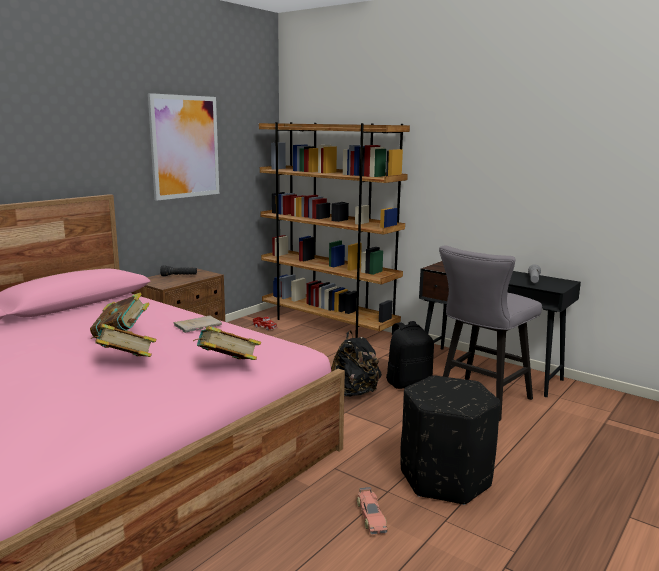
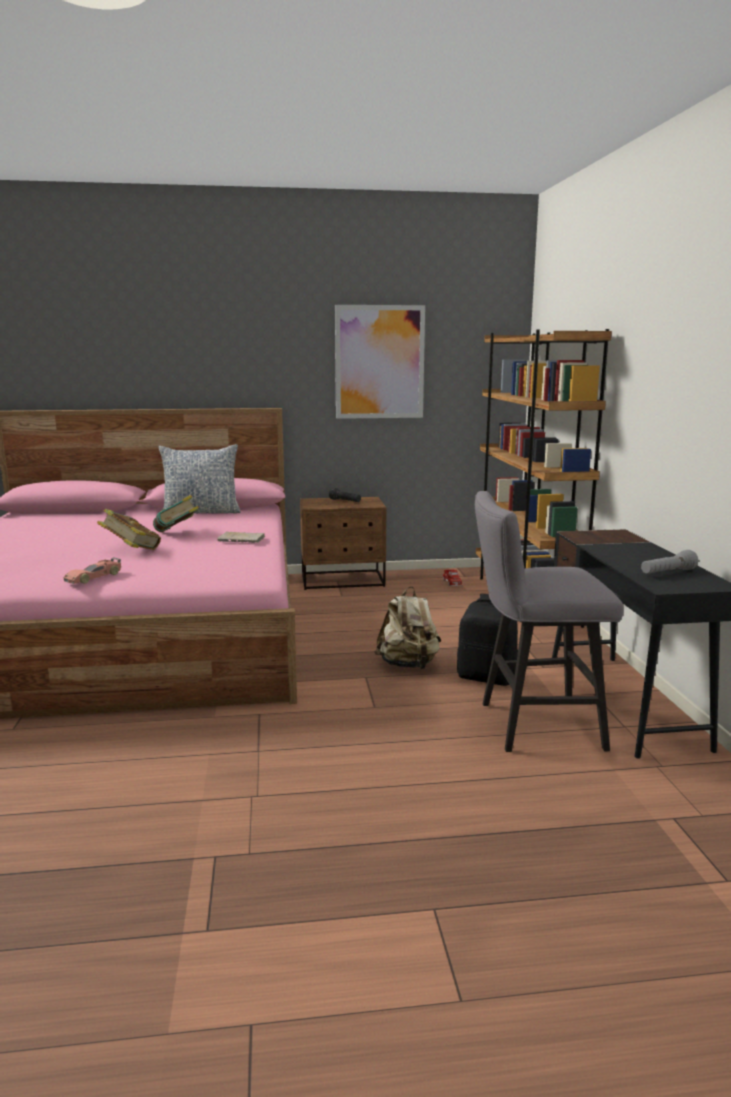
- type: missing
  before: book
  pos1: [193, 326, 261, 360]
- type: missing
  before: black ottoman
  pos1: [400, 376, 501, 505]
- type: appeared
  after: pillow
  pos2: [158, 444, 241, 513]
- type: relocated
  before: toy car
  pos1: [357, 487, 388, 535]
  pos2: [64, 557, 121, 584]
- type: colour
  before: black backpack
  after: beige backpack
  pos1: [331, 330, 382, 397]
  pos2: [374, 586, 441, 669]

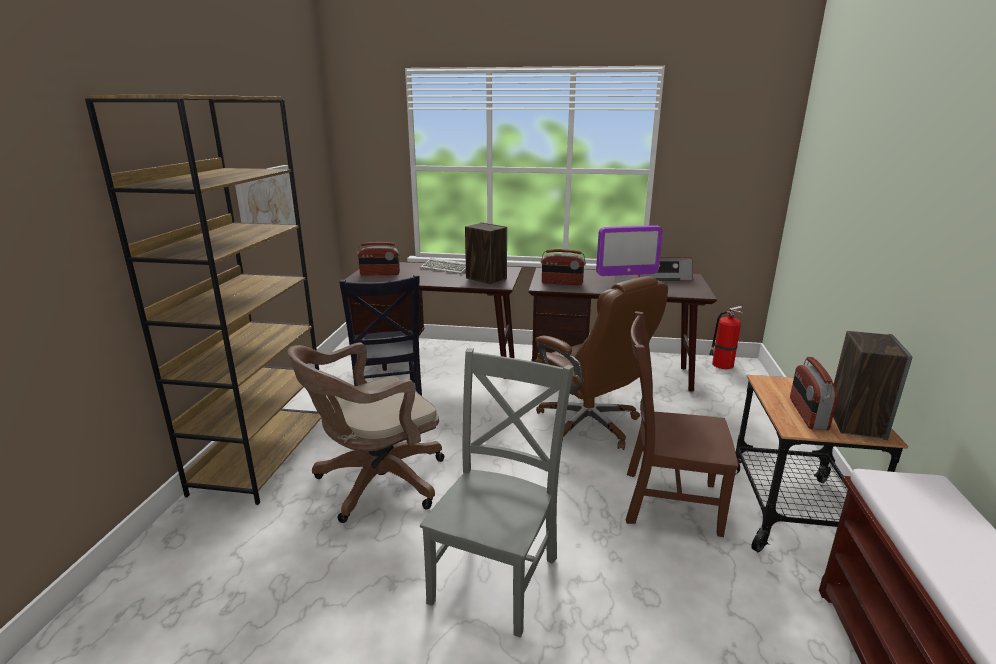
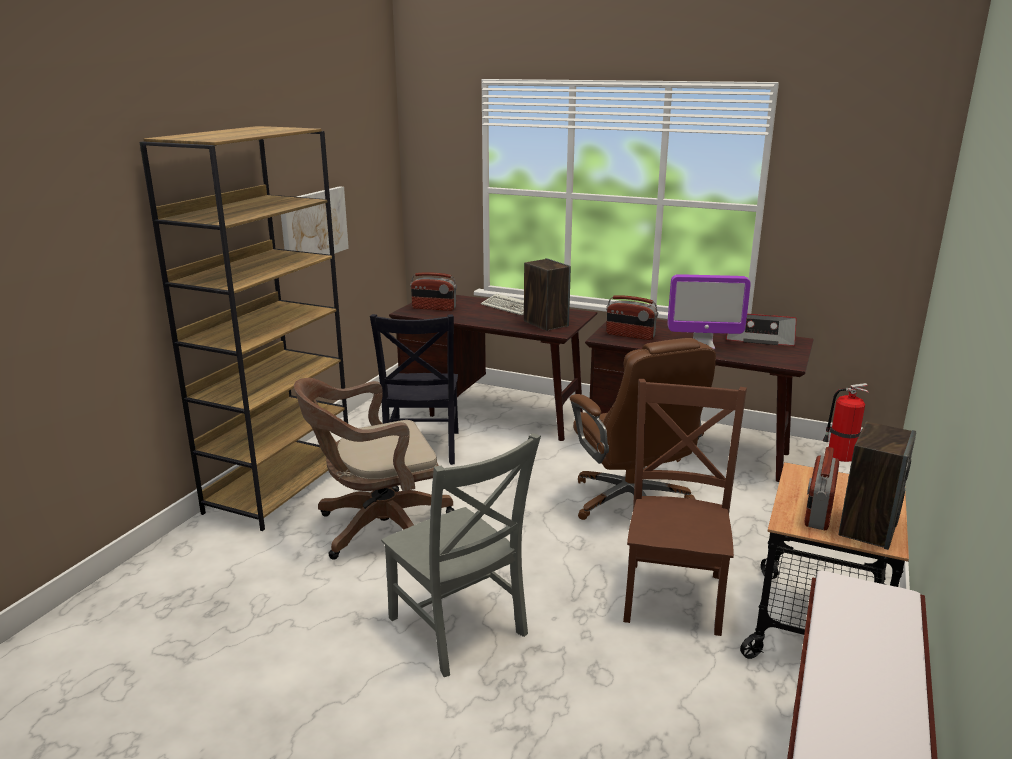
- type: spun
  before: grey chair
  pos1: [420, 348, 574, 638]
  pos2: [381, 433, 541, 677]
  turn: 105
- type: spun
  before: brown chair
  pos1: [626, 311, 738, 537]
  pos2: [623, 379, 747, 636]
  turn: 75

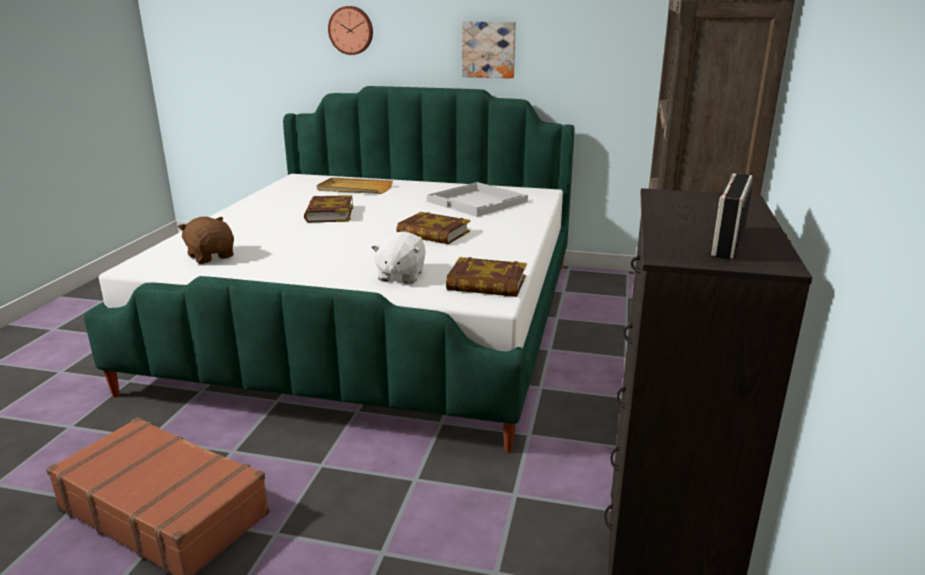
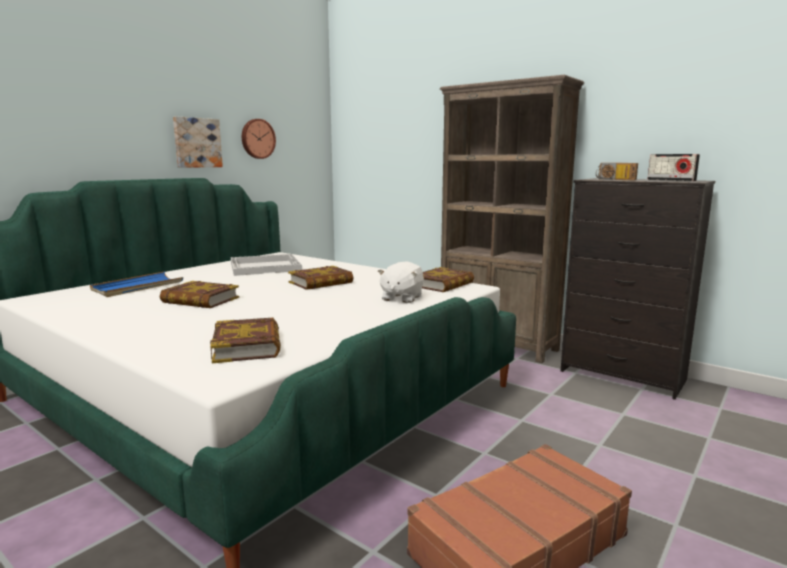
- type: appeared
  after: radio
  pos2: [596, 163, 638, 180]
- type: relocated
  before: wall clock
  pos1: [328, 6, 373, 55]
  pos2: [242, 119, 276, 159]
- type: exchanged
  before: brown plush toy
  after: book
  pos1: [178, 217, 234, 264]
  pos2: [210, 318, 281, 363]
- type: colour
  before: beige tray
  after: blue tray
  pos1: [317, 177, 393, 194]
  pos2: [90, 271, 183, 297]
- type: spun
  before: white plush toy
  pos1: [371, 231, 426, 284]
  pos2: [378, 261, 424, 303]
  turn: 75

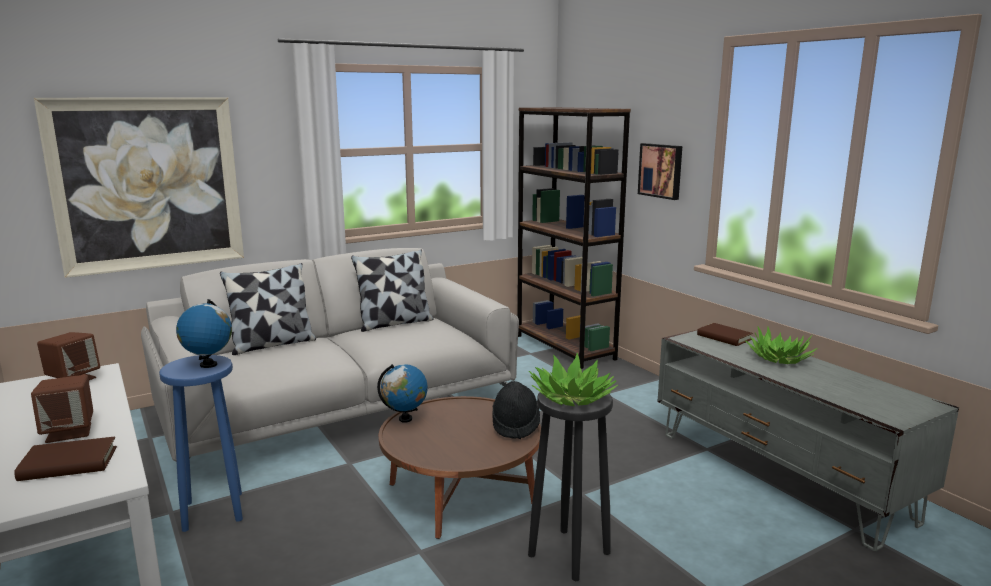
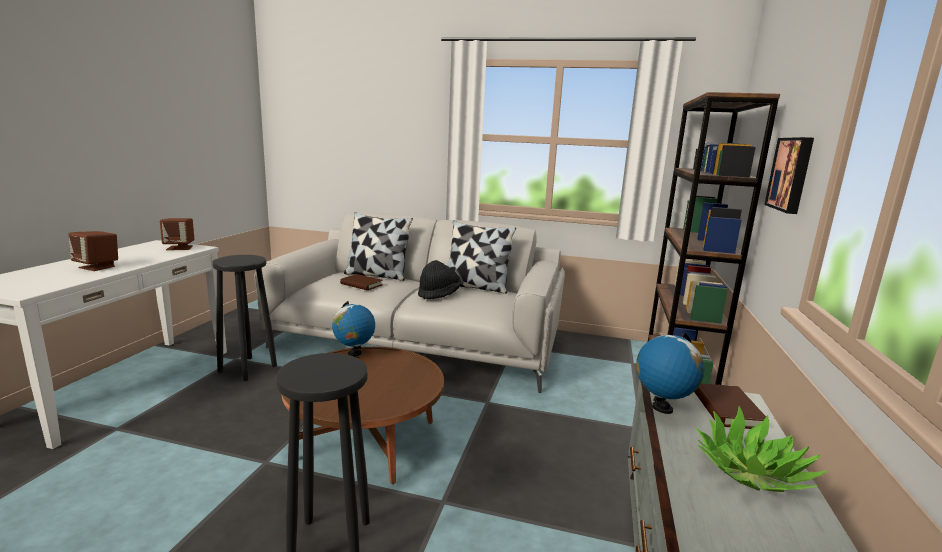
- type: missing
  before: picture
  pos1: [34, 98, 244, 278]
- type: missing
  before: potted plant
  pos1: [529, 353, 618, 406]
- type: relocated
  before: brown book
  pos1: [14, 437, 117, 481]
  pos2: [340, 274, 383, 290]
- type: relocated
  before: globe
  pos1: [176, 299, 232, 368]
  pos2: [636, 332, 705, 414]
- type: relocated
  before: black hat
  pos1: [492, 381, 540, 439]
  pos2: [418, 260, 461, 299]
- type: colour
  before: blue stool
  after: black stool
  pos1: [159, 355, 243, 532]
  pos2: [212, 255, 277, 381]

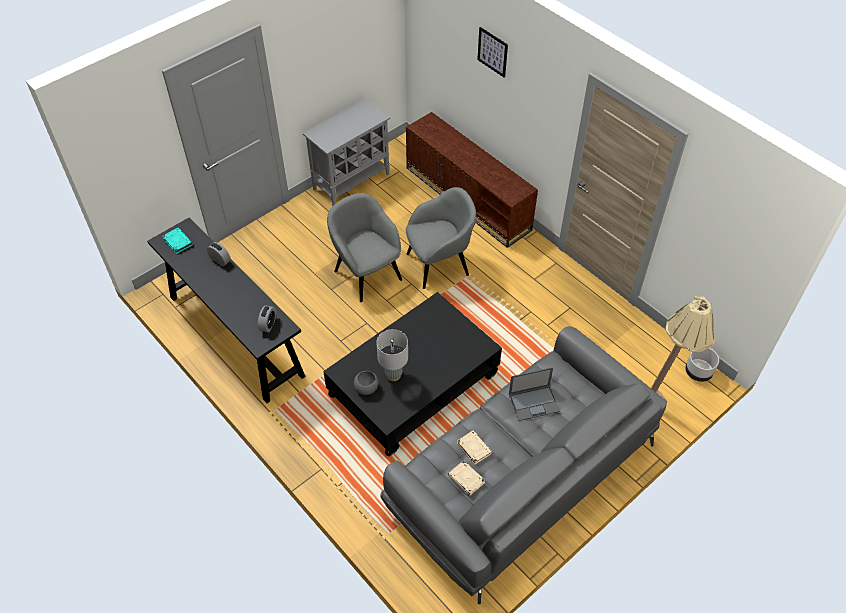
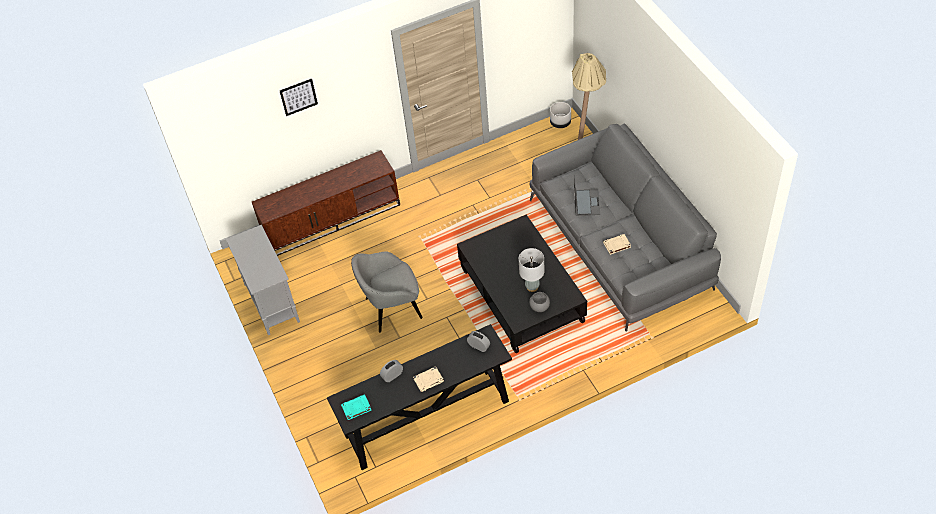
- type: missing
  before: grey armchair
  pos1: [406, 187, 476, 289]
- type: relocated
  before: beige book
  pos1: [448, 460, 485, 496]
  pos2: [413, 366, 444, 392]

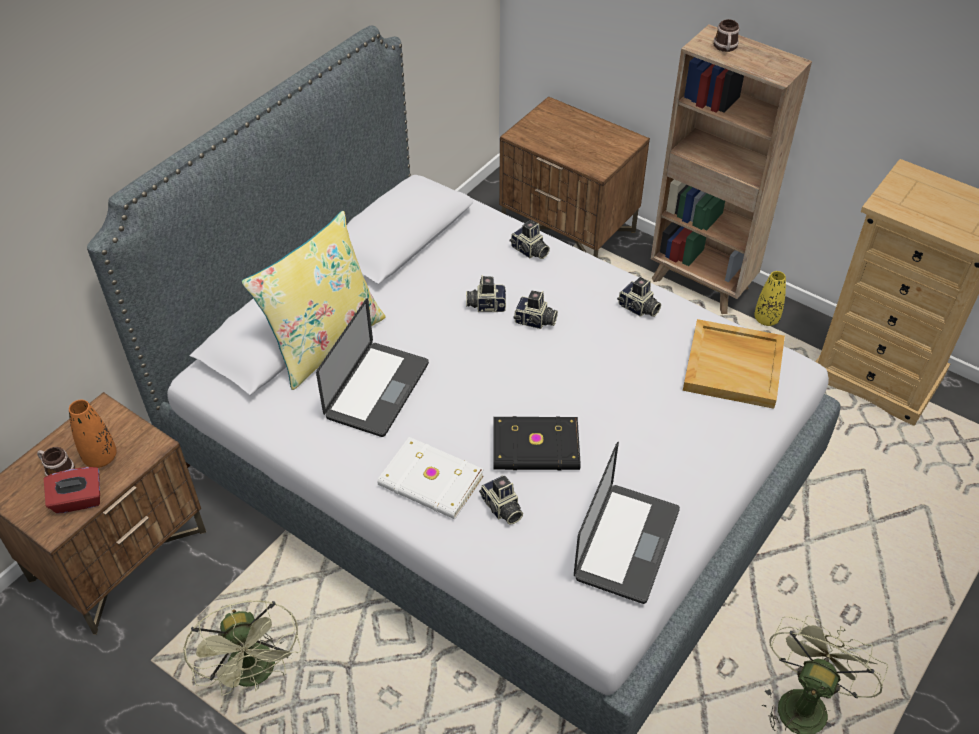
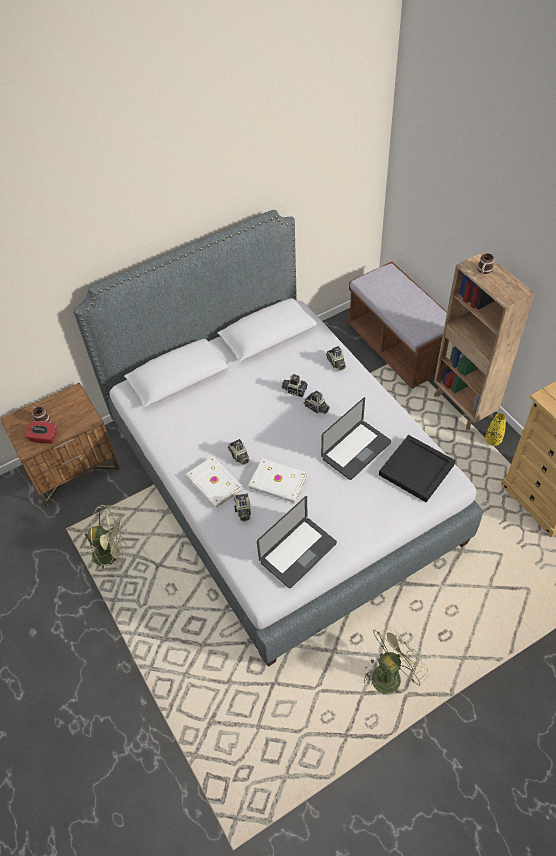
- type: missing
  before: orange vase
  pos1: [69, 400, 116, 468]
- type: missing
  before: yellow pillow
  pos1: [241, 211, 386, 390]
- type: relocated
  before: laptop
  pos1: [316, 298, 429, 437]
  pos2: [321, 397, 391, 480]
- type: relocated
  before: photo camera
  pos1: [617, 277, 661, 317]
  pos2: [228, 439, 250, 465]
- type: exchanged
  before: brown nightstand
  after: brown bench
  pos1: [499, 96, 650, 258]
  pos2: [347, 261, 447, 389]
- type: colour
  before: black book
  after: white book
  pos1: [493, 416, 581, 471]
  pos2: [248, 458, 307, 503]
- type: colour
  before: beige tray
  after: black tray
  pos1: [683, 319, 785, 409]
  pos2: [379, 435, 456, 502]
- type: spun
  before: green fan
  pos1: [183, 600, 301, 696]
  pos2: [85, 505, 127, 569]
  turn: -90

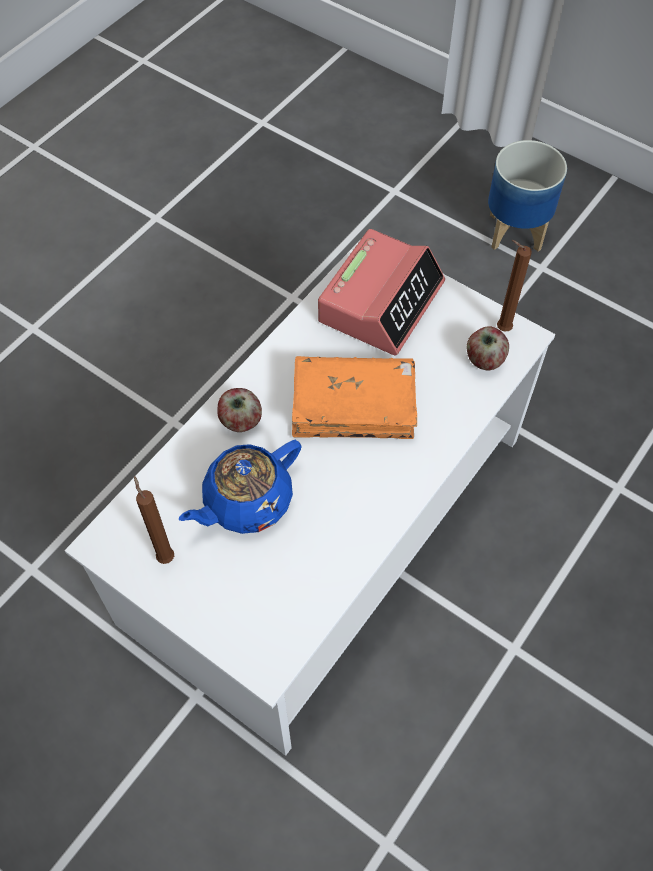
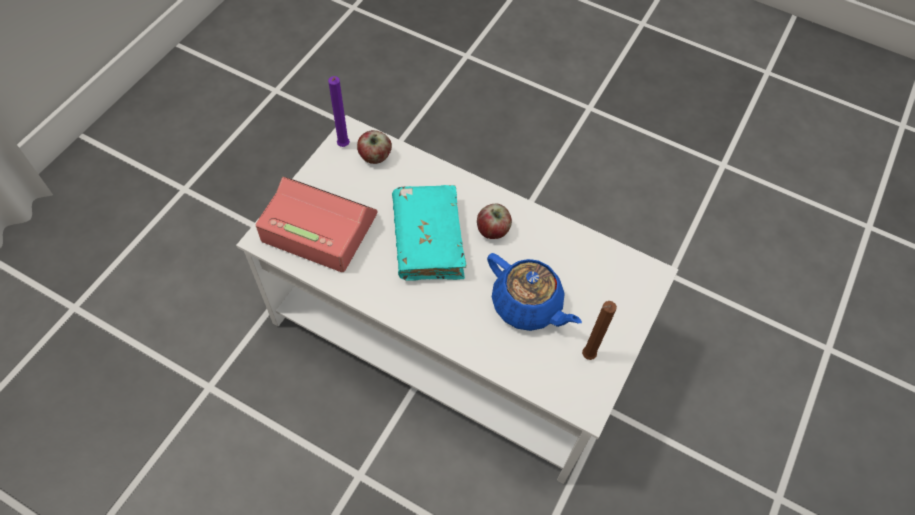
- type: missing
  before: planter
  pos1: [488, 140, 567, 252]
- type: relocated
  before: apple
  pos1: [217, 388, 262, 432]
  pos2: [477, 204, 512, 239]
- type: colour
  before: orange book
  after: turquoise book
  pos1: [292, 356, 417, 439]
  pos2: [392, 185, 467, 281]
- type: colour
  before: brown candle
  after: purple candle
  pos1: [497, 240, 532, 332]
  pos2: [328, 76, 350, 147]

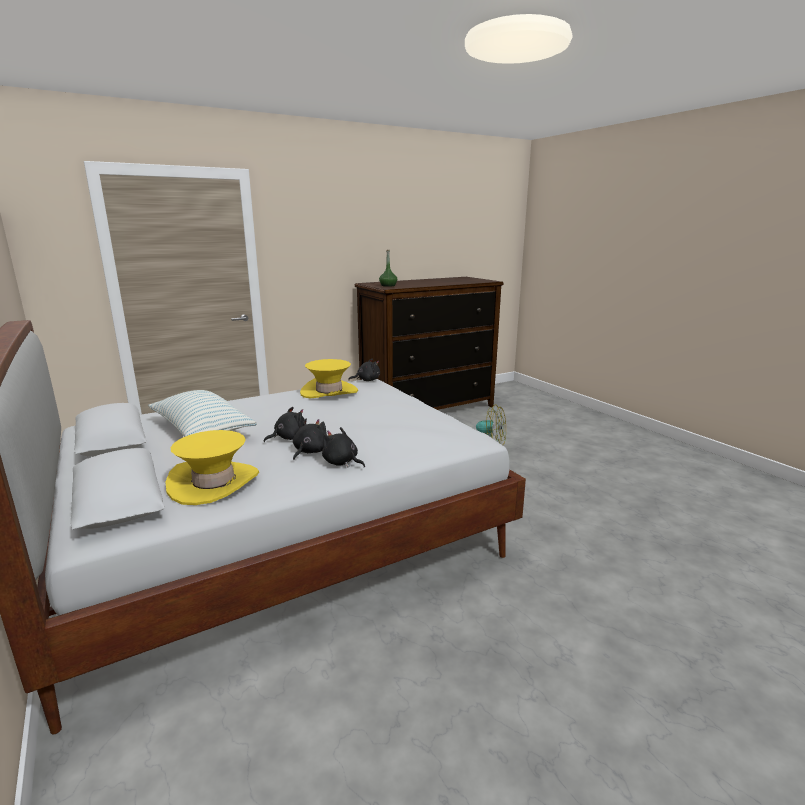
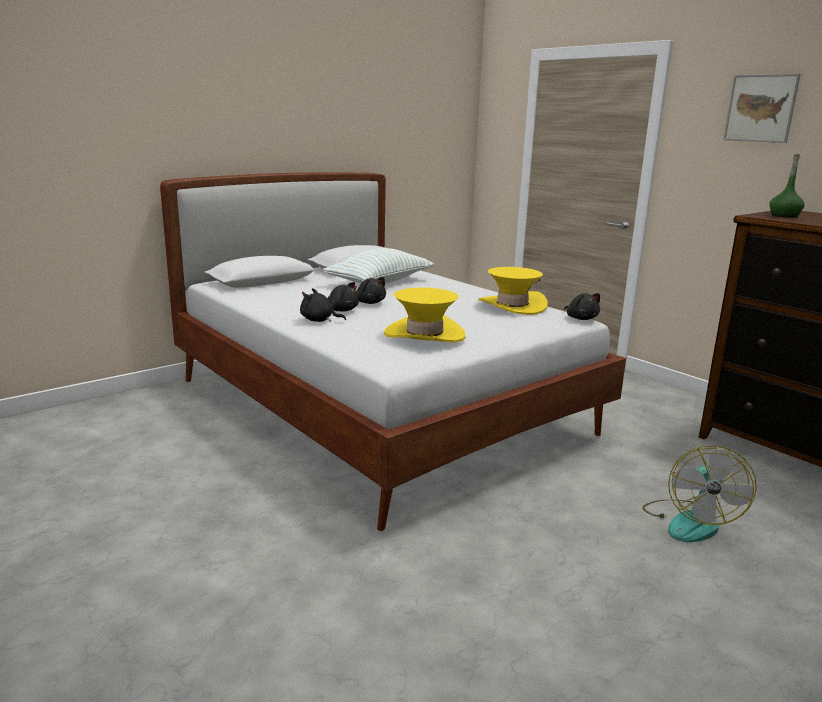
- type: appeared
  after: picture
  pos2: [723, 74, 801, 143]
- type: relocated
  before: yellow hat
  pos1: [165, 430, 259, 505]
  pos2: [384, 287, 466, 343]
- type: spun
  before: black plush toy
  pos1: [322, 427, 365, 468]
  pos2: [300, 288, 346, 322]
  turn: -105

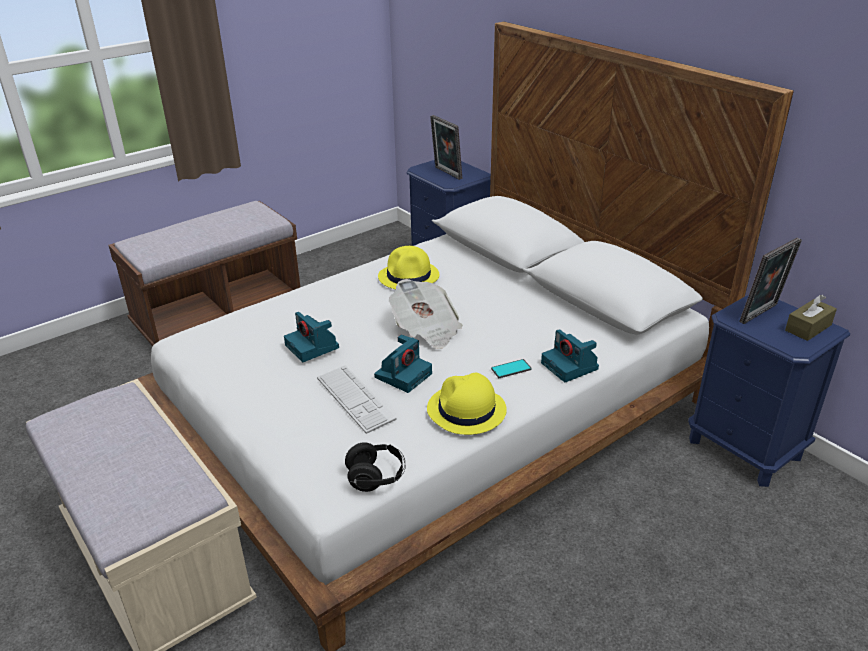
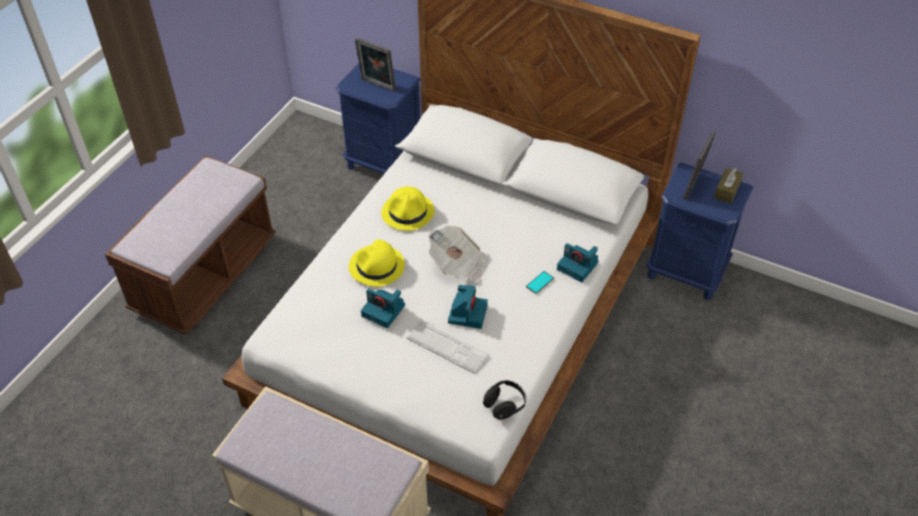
- type: relocated
  before: yellow hat
  pos1: [427, 373, 507, 435]
  pos2: [349, 240, 405, 287]

